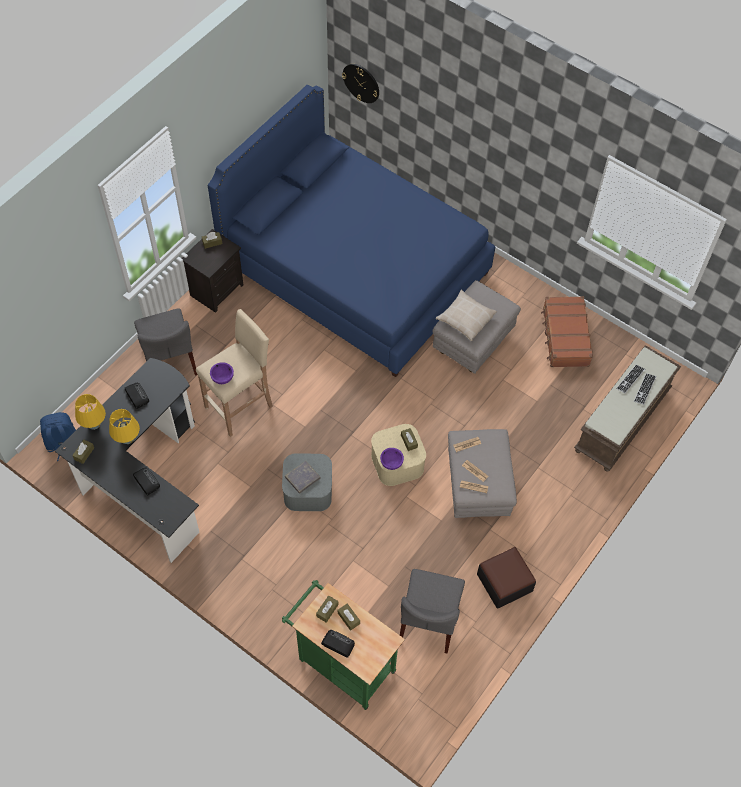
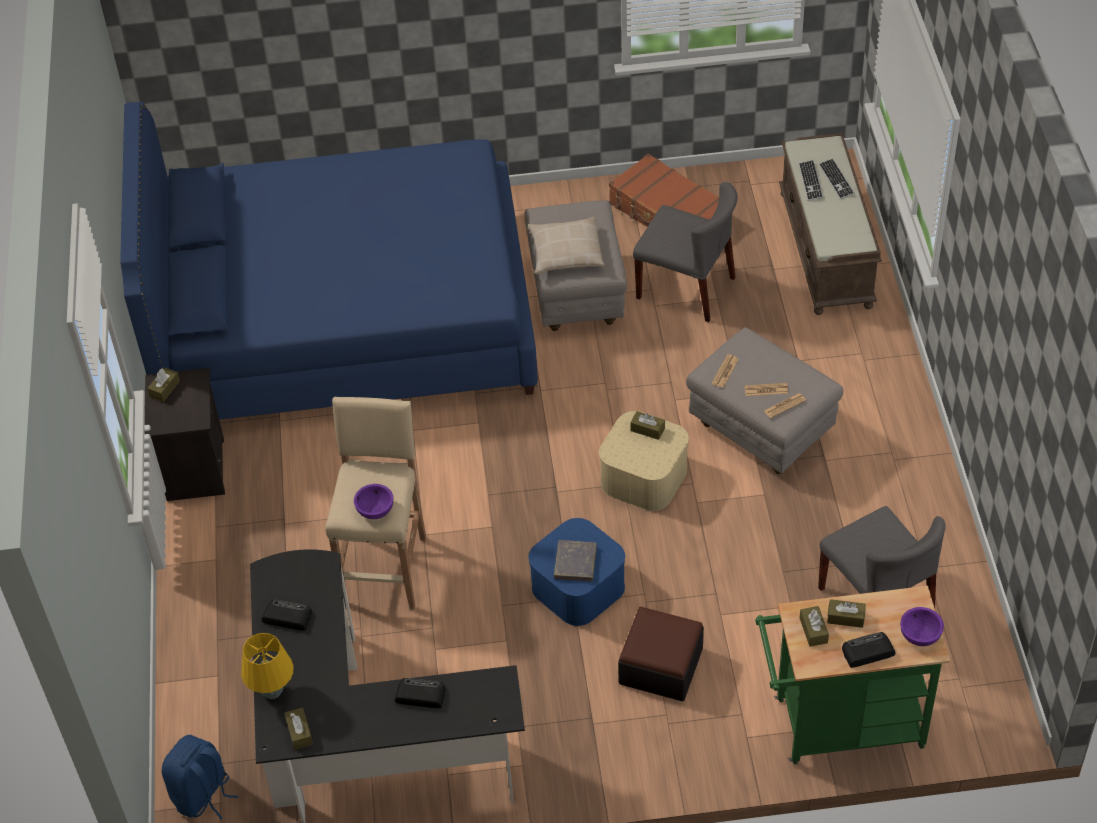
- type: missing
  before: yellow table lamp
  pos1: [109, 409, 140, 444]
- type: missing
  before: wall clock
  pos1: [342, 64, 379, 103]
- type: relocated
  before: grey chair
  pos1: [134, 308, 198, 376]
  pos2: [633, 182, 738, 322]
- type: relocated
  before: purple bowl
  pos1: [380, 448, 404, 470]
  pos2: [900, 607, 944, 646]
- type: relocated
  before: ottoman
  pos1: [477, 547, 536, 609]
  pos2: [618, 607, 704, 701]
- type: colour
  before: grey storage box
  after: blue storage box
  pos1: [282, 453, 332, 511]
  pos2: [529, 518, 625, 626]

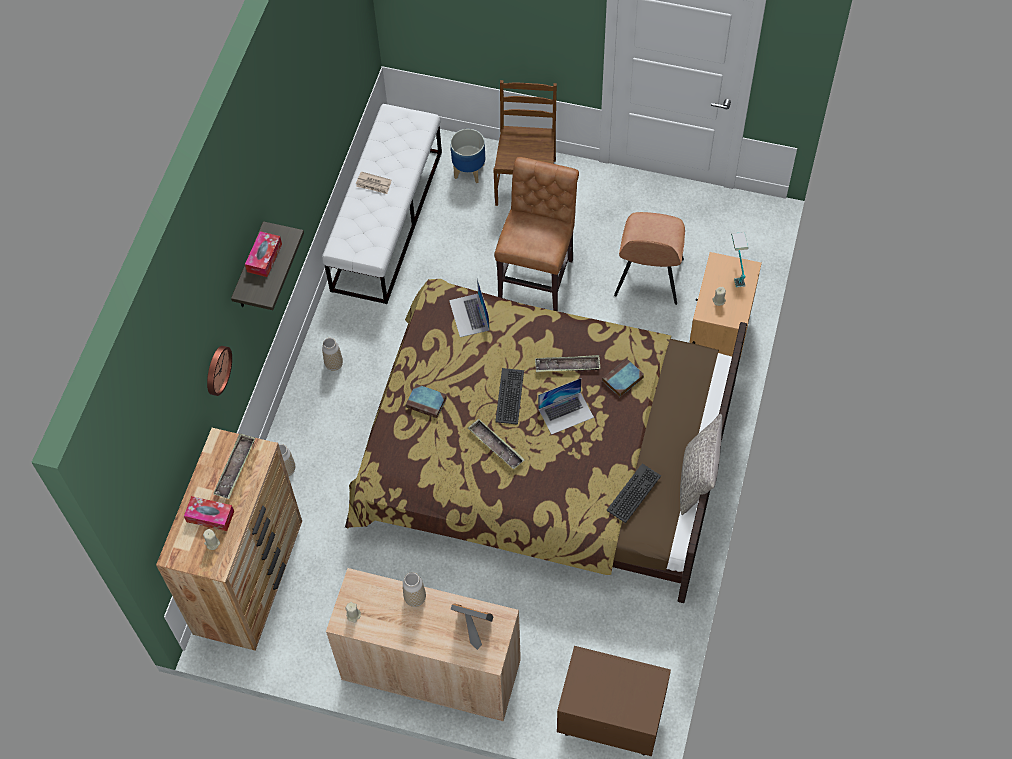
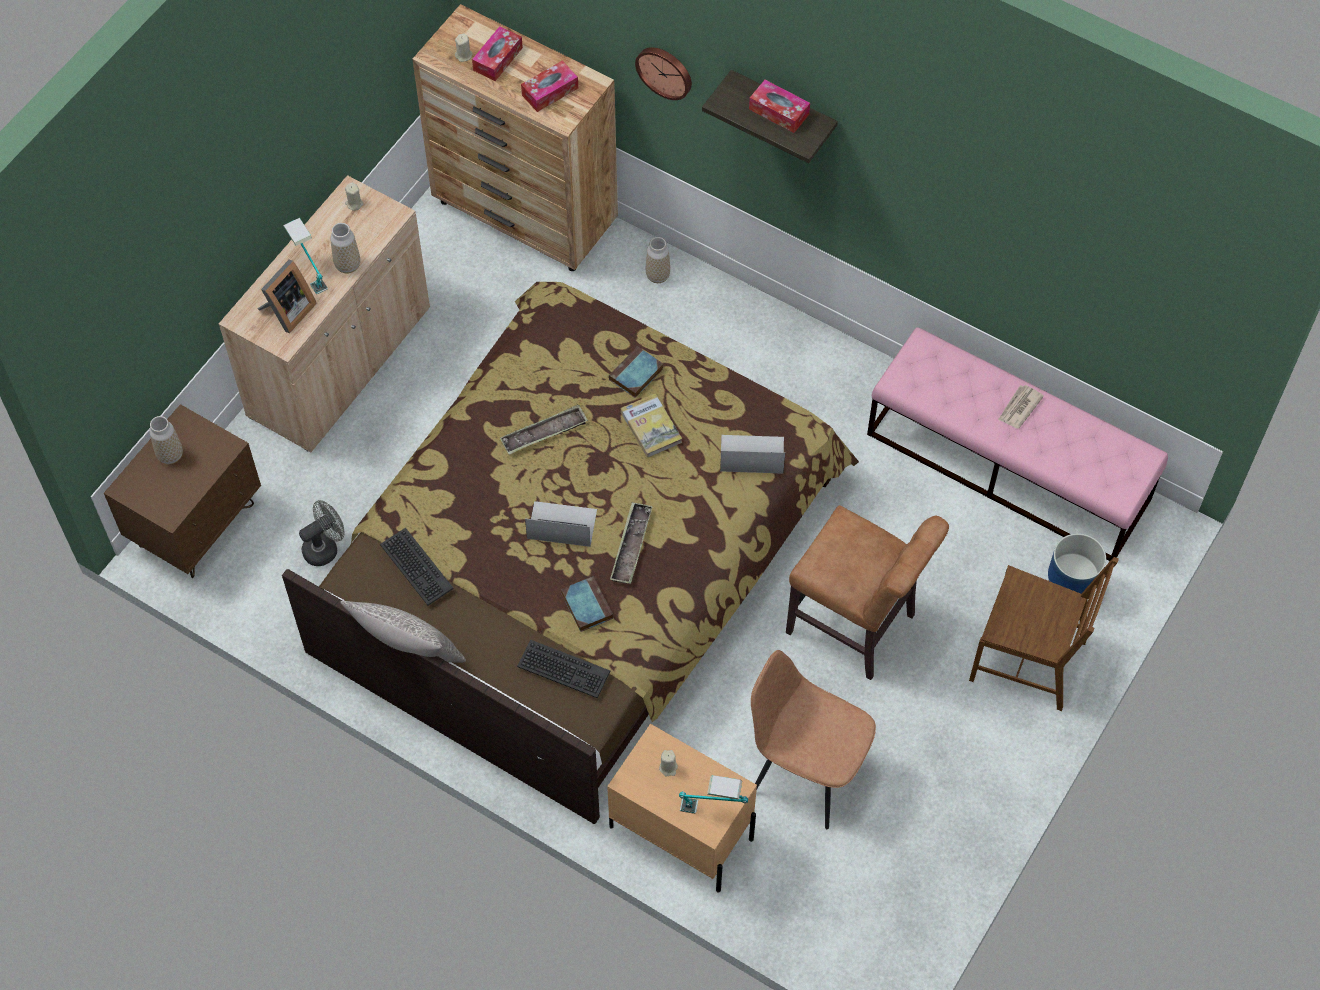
- type: appeared
  after: table lamp
  pos2: [283, 218, 328, 295]
- type: appeared
  after: grey fan
  pos2: [299, 500, 345, 566]
- type: appeared
  after: book
  pos2: [621, 394, 682, 458]
- type: relocated
  before: vase
  pos1: [322, 338, 343, 371]
  pos2: [149, 416, 183, 464]
- type: relocated
  before: keyboard
  pos1: [495, 368, 524, 425]
  pos2: [517, 640, 610, 698]
- type: exchanged
  before: tray
  after: tissue box
  pos1: [213, 433, 255, 499]
  pos2: [521, 61, 578, 112]
- type: colour
  before: white bench
  after: pink bench
  pos1: [322, 104, 442, 304]
  pos2: [867, 327, 1168, 561]
- type: spun
  before: laptop
  pos1: [538, 378, 594, 435]
  pos2: [525, 501, 597, 547]
  turn: 105

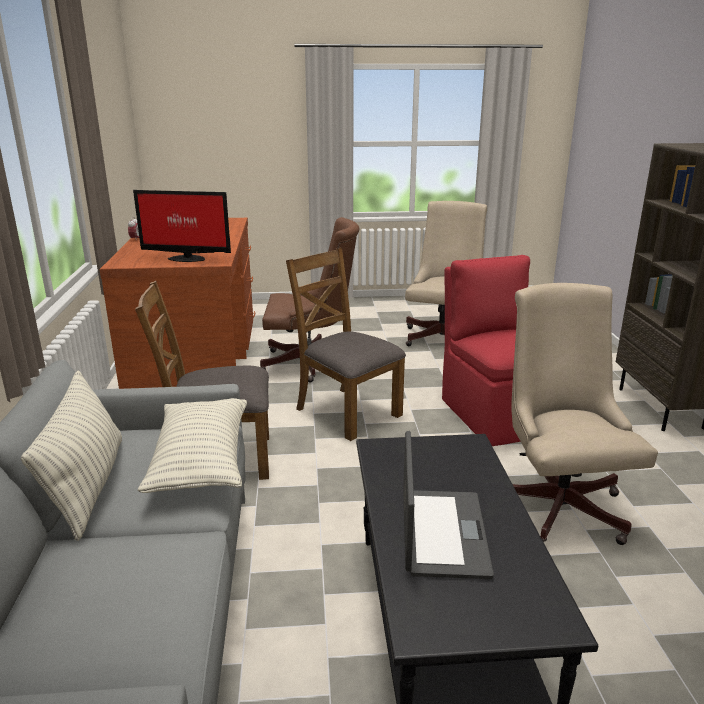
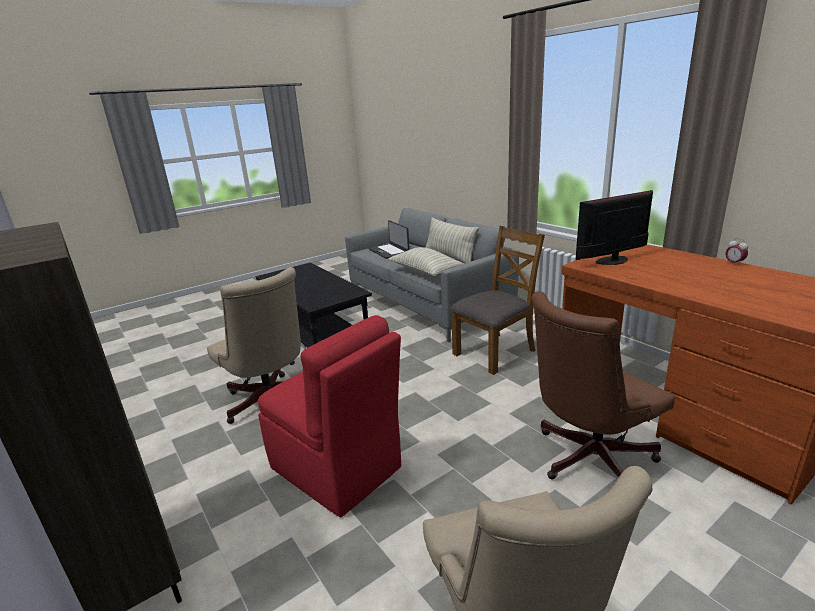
- type: missing
  before: brown chair
  pos1: [286, 248, 406, 441]
- type: relocated
  before: laptop
  pos1: [403, 431, 494, 579]
  pos2: [368, 220, 410, 259]

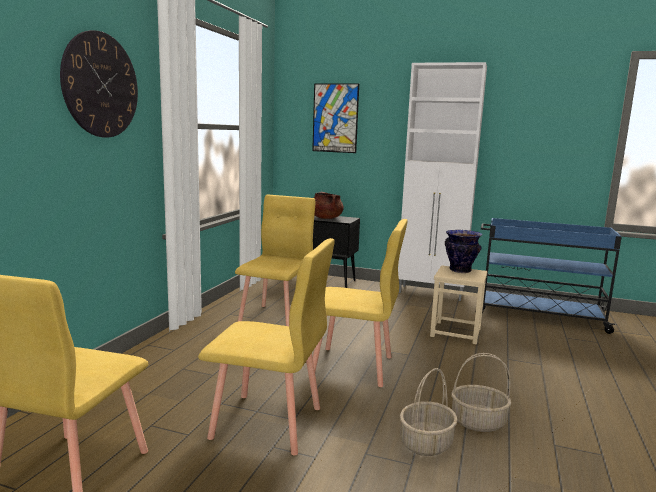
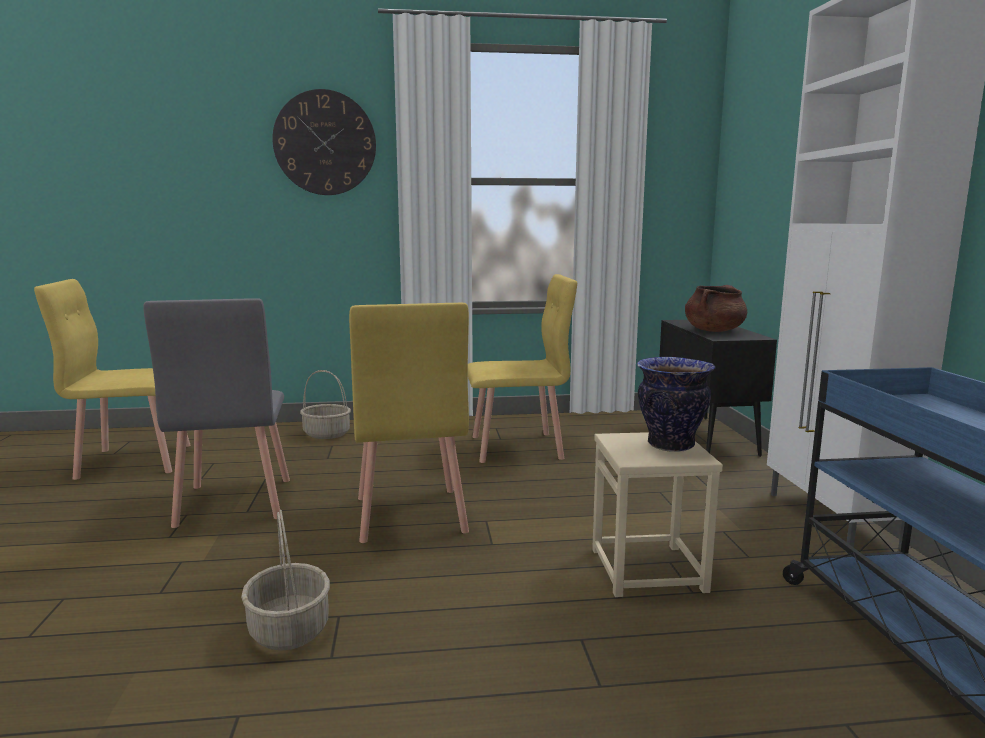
- type: missing
  before: picture
  pos1: [312, 83, 359, 153]
- type: relocated
  before: basket
  pos1: [400, 368, 458, 456]
  pos2: [300, 370, 351, 439]
- type: colour
  before: yellow chair
  after: grey chair
  pos1: [198, 238, 335, 456]
  pos2: [143, 298, 290, 528]

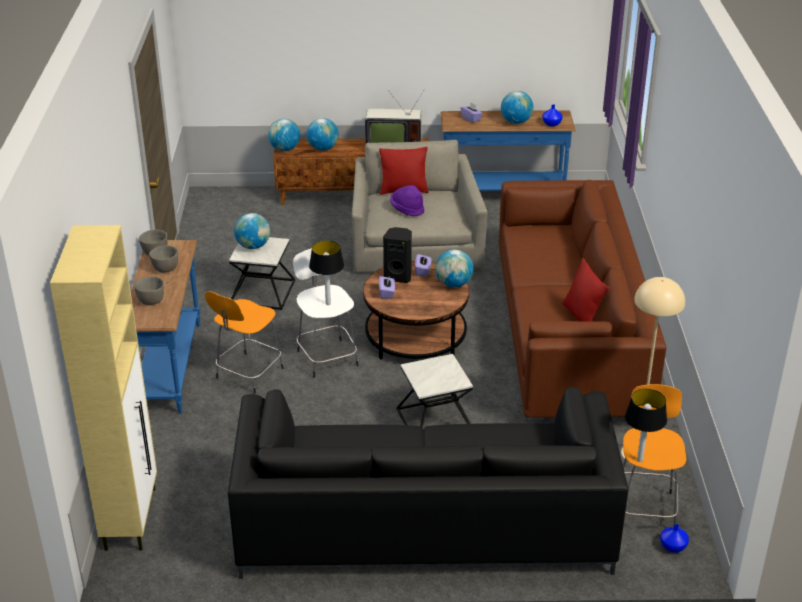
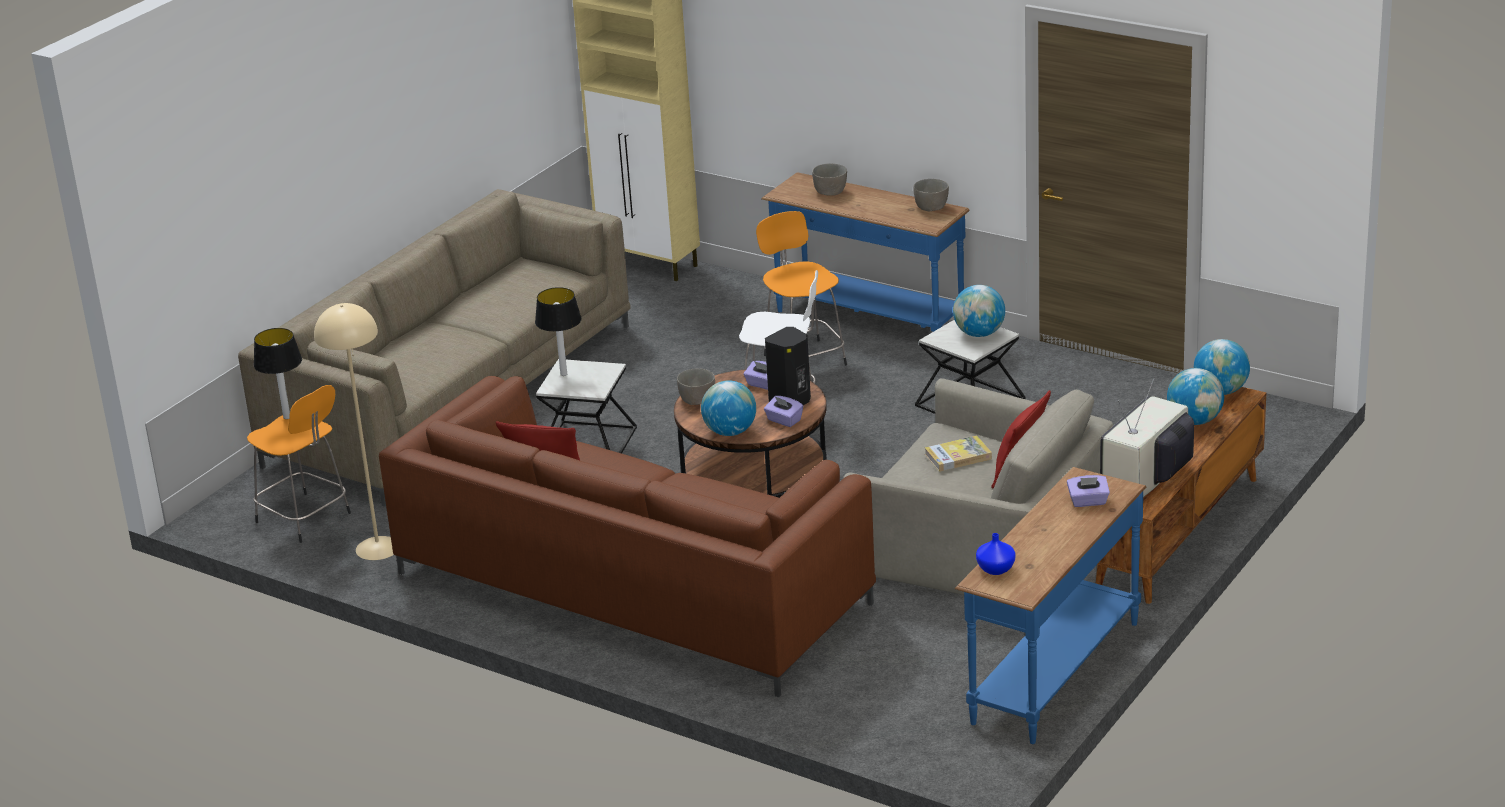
- type: missing
  before: globe
  pos1: [501, 91, 533, 124]
- type: missing
  before: blue vase
  pos1: [660, 524, 689, 553]
- type: relocated
  before: grey bowl
  pos1: [149, 245, 178, 273]
  pos2: [677, 369, 715, 405]
- type: relocated
  before: table lamp
  pos1: [309, 240, 344, 305]
  pos2: [535, 287, 582, 376]
- type: exchanged
  before: purple hat
  after: book
  pos1: [390, 185, 424, 216]
  pos2: [925, 435, 992, 472]
- type: colour
  before: black sofa
  after: beige sofa
  pos1: [228, 387, 629, 579]
  pos2: [238, 189, 631, 507]

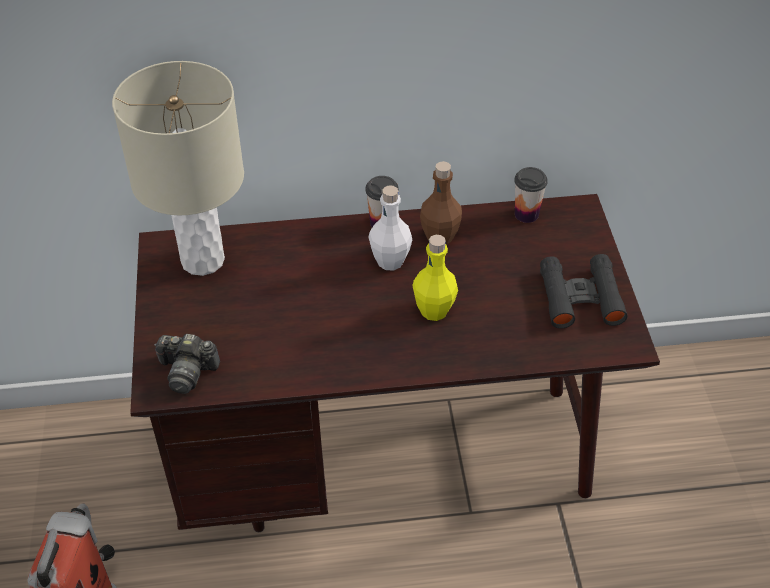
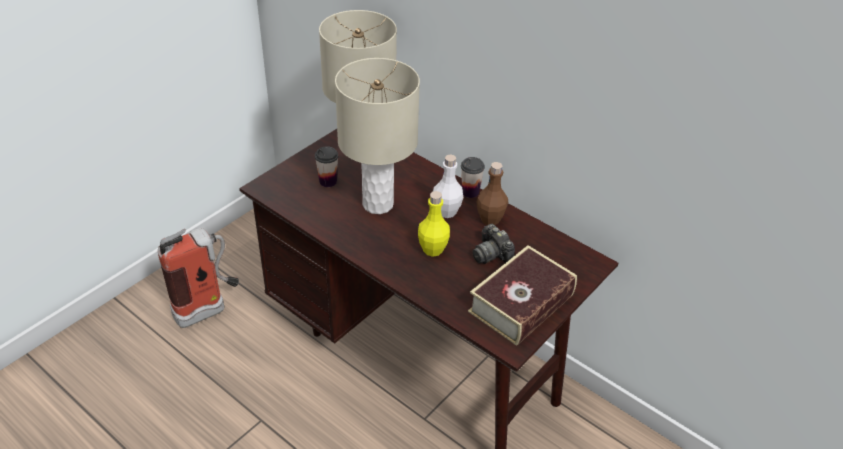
- type: appeared
  after: beige table lamp
  pos2: [335, 58, 420, 214]
- type: relocated
  before: photo camera
  pos1: [154, 334, 220, 394]
  pos2: [473, 224, 515, 264]
- type: relocated
  before: cup
  pos1: [514, 167, 548, 223]
  pos2: [315, 146, 339, 187]
- type: exchanged
  before: black binoculars
  after: book
  pos1: [540, 254, 628, 329]
  pos2: [468, 245, 577, 346]

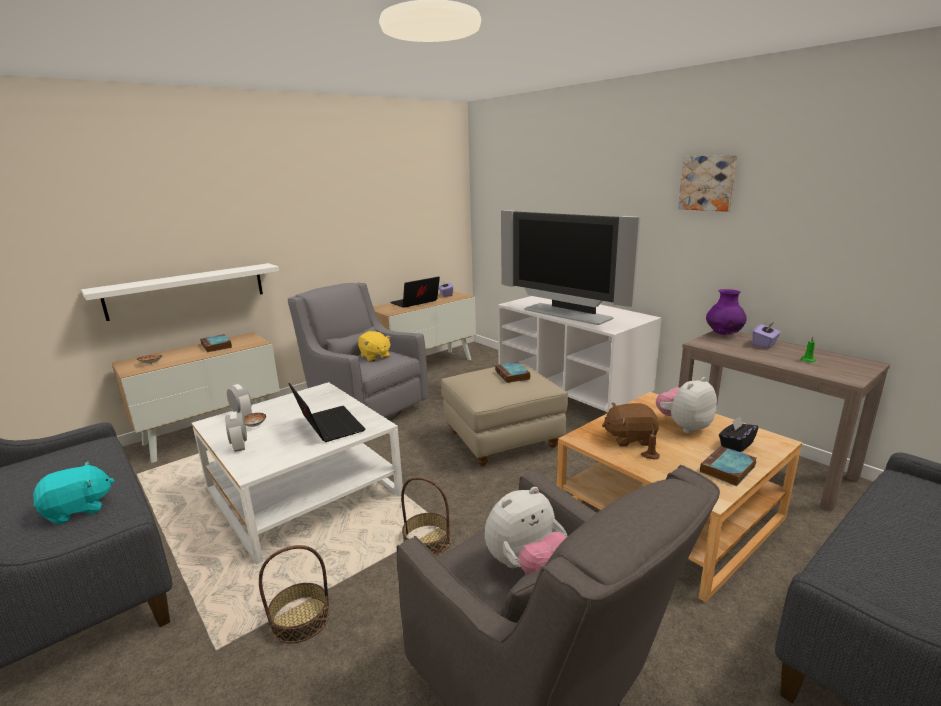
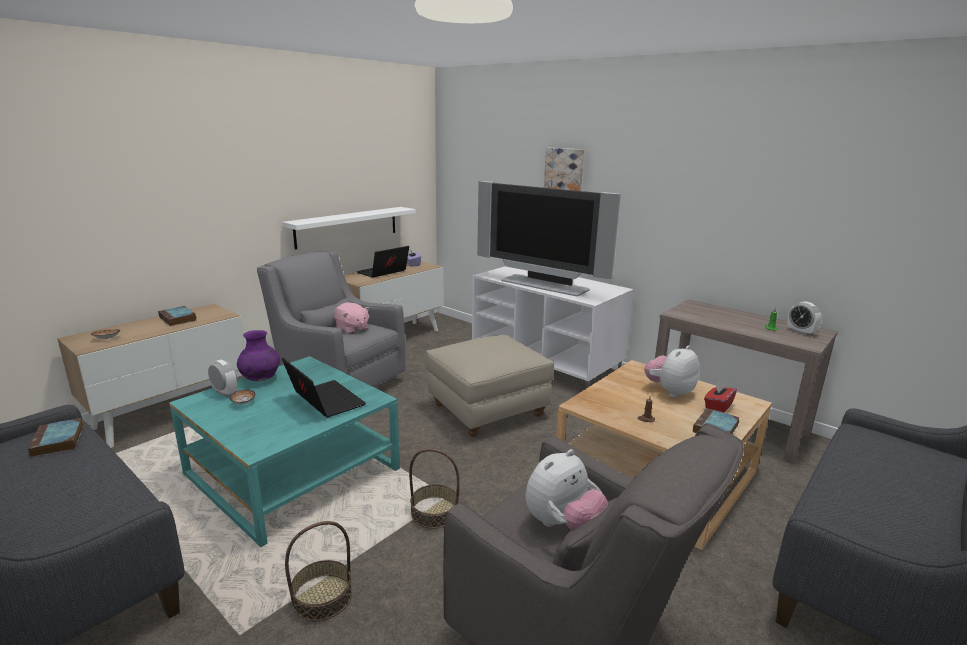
- type: missing
  before: turquoise plush toy
  pos1: [33, 461, 115, 524]
- type: missing
  before: brown plush toy
  pos1: [602, 403, 659, 446]
- type: missing
  before: purple tissue box
  pos1: [752, 322, 781, 349]
- type: relocated
  before: white shelf
  pos1: [81, 263, 279, 321]
  pos2: [282, 207, 416, 249]
- type: relocated
  before: alarm clock
  pos1: [225, 411, 247, 452]
  pos2: [787, 301, 821, 336]
- type: relocated
  before: book
  pos1: [495, 362, 530, 383]
  pos2: [28, 418, 83, 457]
- type: relocated
  before: picture
  pos1: [678, 155, 737, 212]
  pos2: [544, 148, 584, 191]
- type: relocated
  before: purple vase
  pos1: [706, 289, 747, 335]
  pos2: [237, 330, 280, 381]
- type: colour
  before: white coffee table
  after: turquoise coffee table
  pos1: [192, 382, 403, 565]
  pos2: [169, 356, 400, 547]
- type: colour
  before: yellow plush toy
  after: pink plush toy
  pos1: [358, 331, 391, 362]
  pos2: [334, 302, 370, 334]
- type: colour
  before: black tissue box
  after: red tissue box
  pos1: [719, 416, 758, 452]
  pos2: [704, 381, 737, 413]

